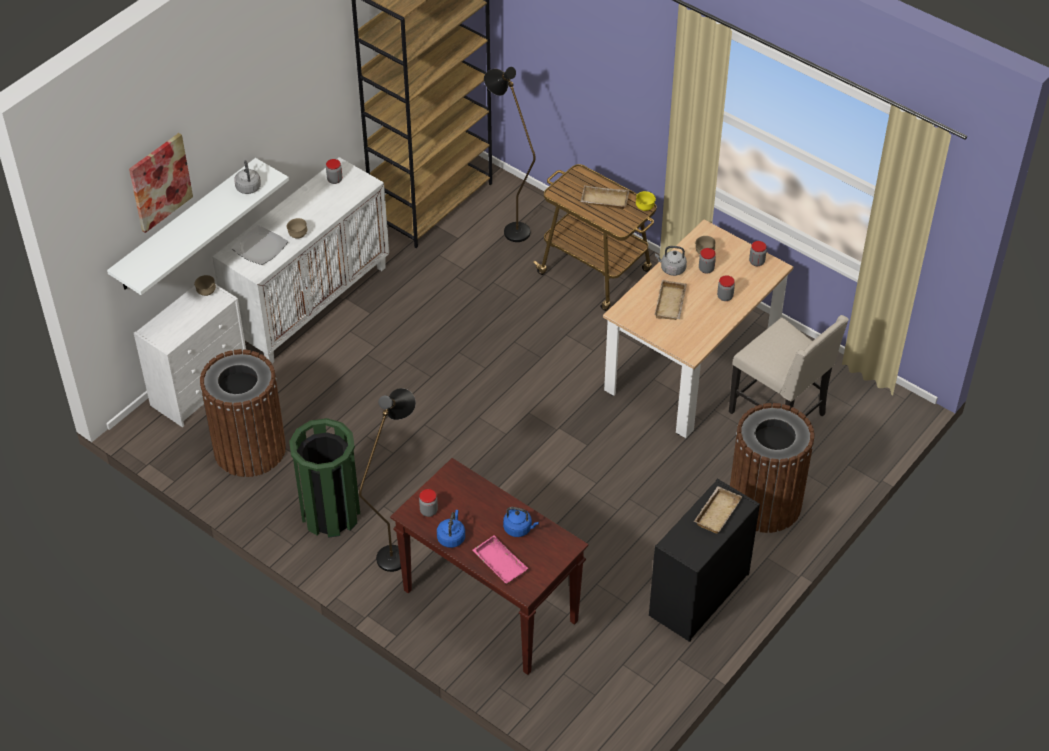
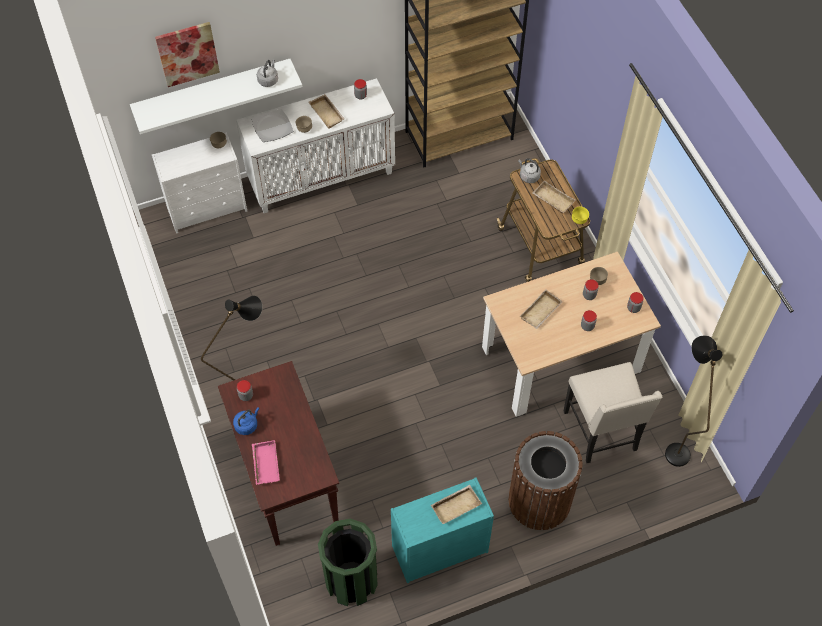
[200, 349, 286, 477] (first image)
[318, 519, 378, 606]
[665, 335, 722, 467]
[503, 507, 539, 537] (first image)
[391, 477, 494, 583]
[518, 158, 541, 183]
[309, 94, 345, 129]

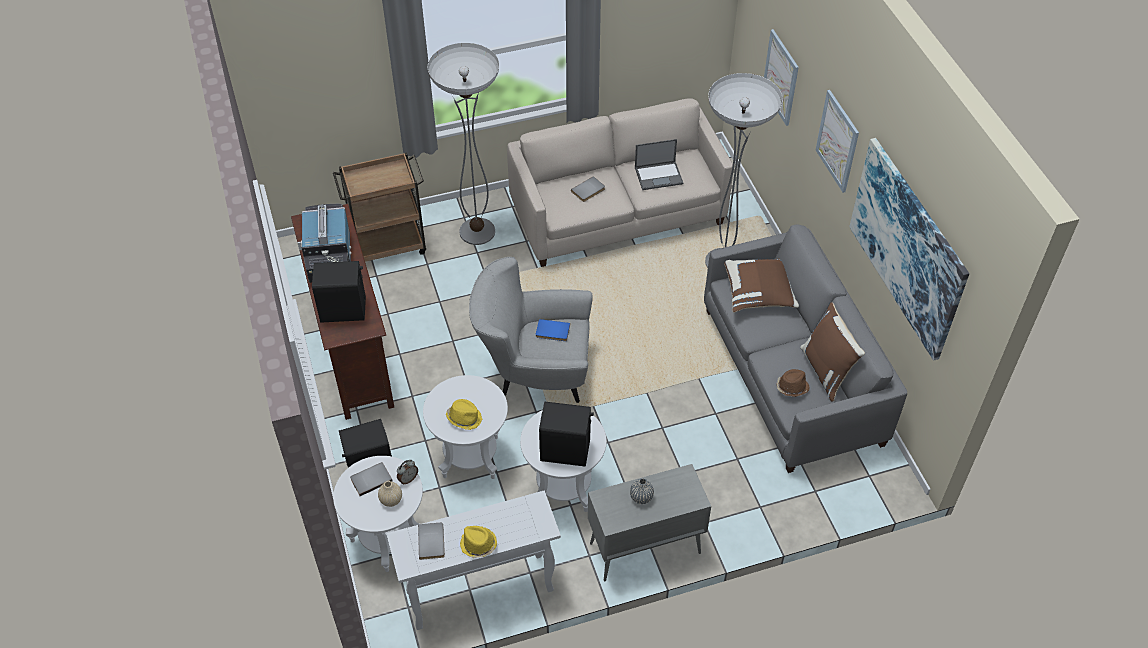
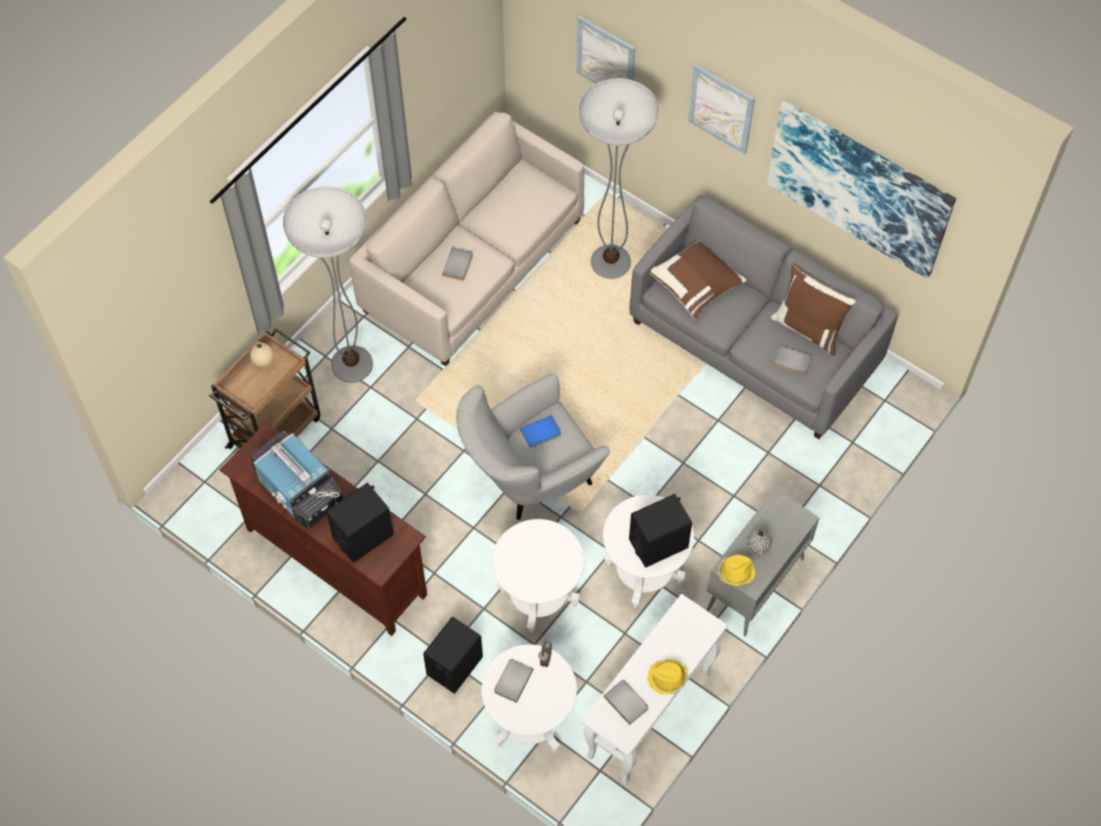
[250, 342, 274, 367]
[718, 555, 755, 586]
[635, 139, 683, 190] (first image)
[773, 346, 813, 375]

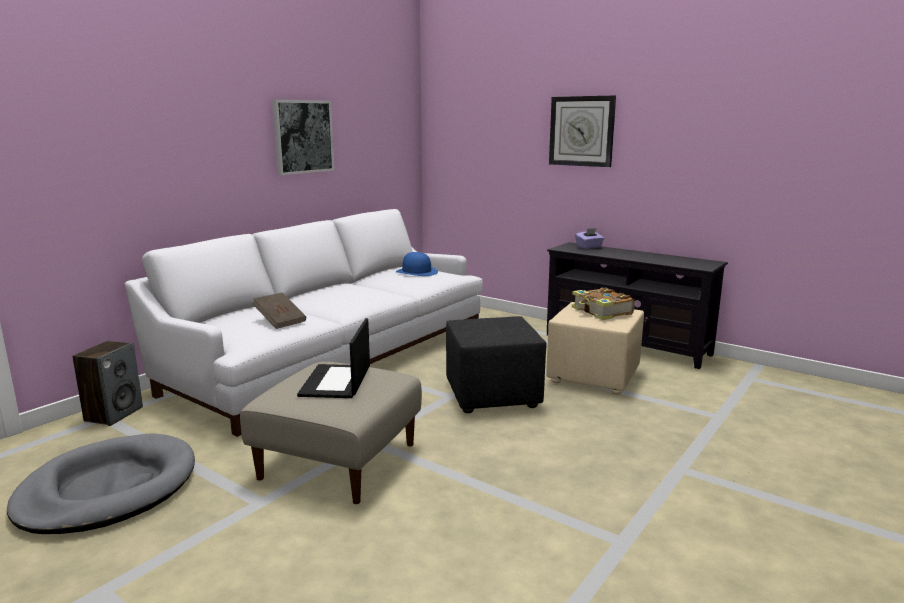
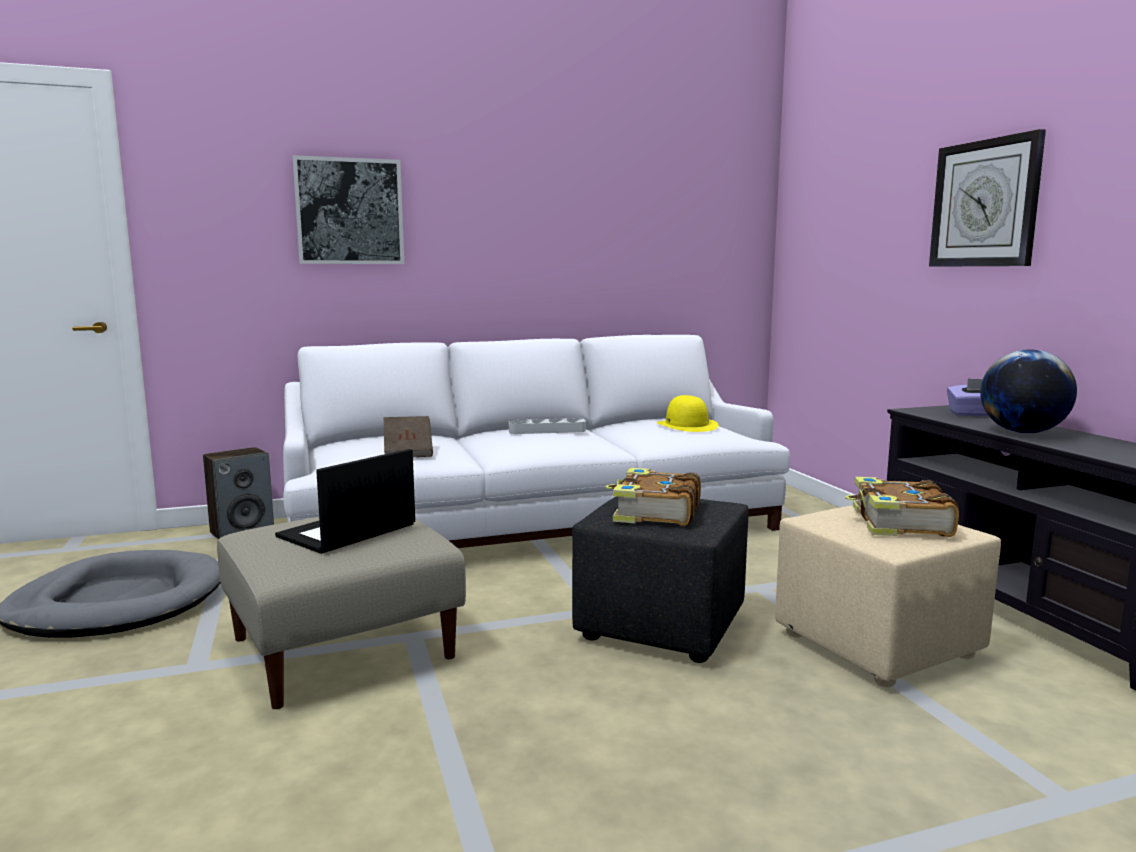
[293, 155, 404, 264]
[656, 395, 719, 432]
[509, 418, 586, 434]
[606, 468, 701, 526]
[980, 349, 1077, 434]

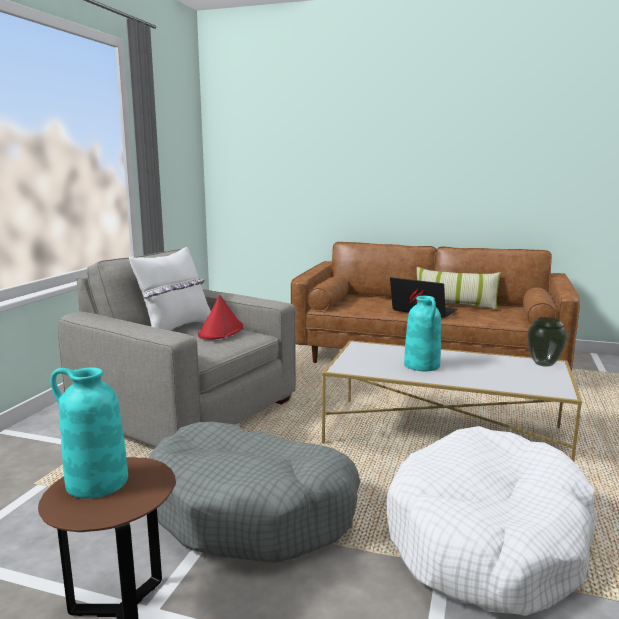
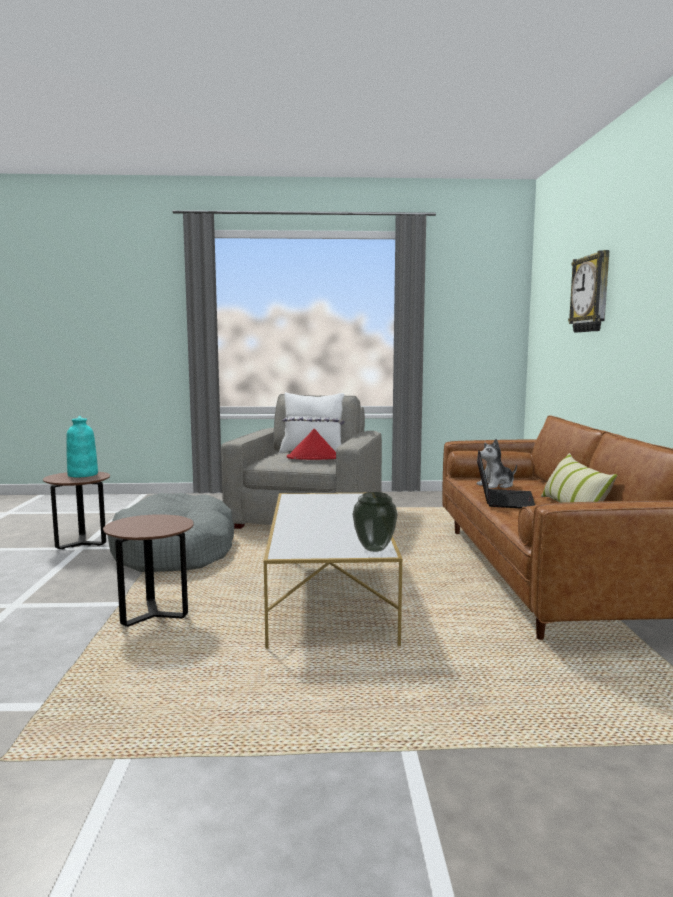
[103, 514, 193, 627]
[404, 296, 441, 371] (first image)
[477, 439, 517, 489]
[568, 250, 610, 333]

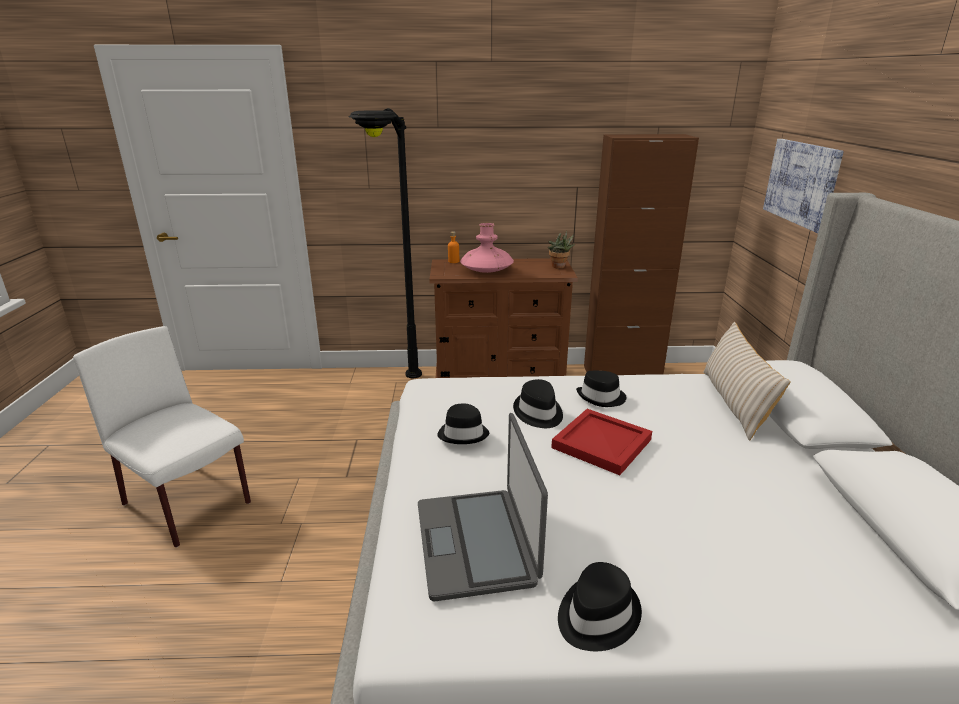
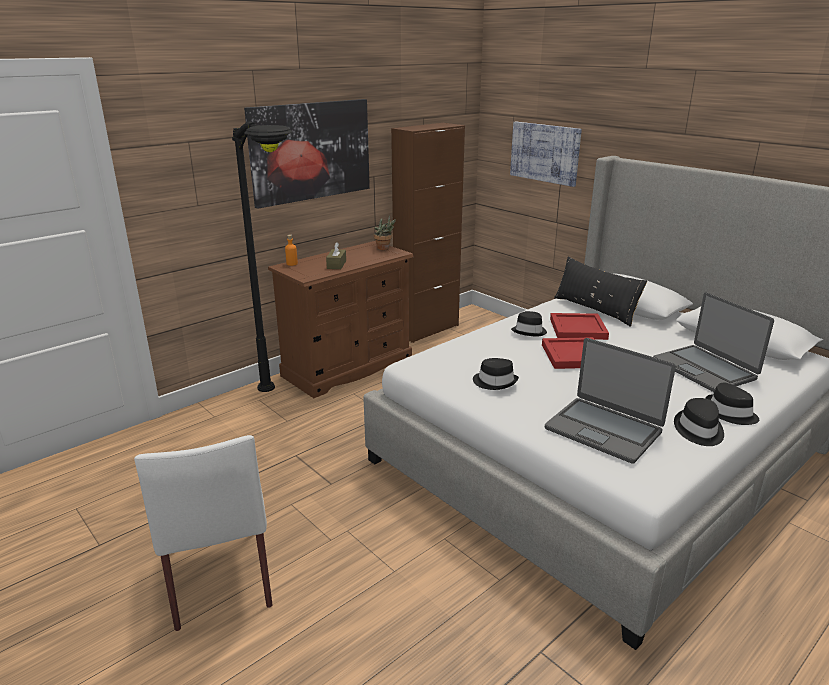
[134, 435, 272, 631]
[326, 242, 346, 269]
[705, 383, 759, 425]
[554, 257, 647, 327]
[244, 99, 370, 209]
[550, 313, 609, 340]
[653, 292, 774, 392]

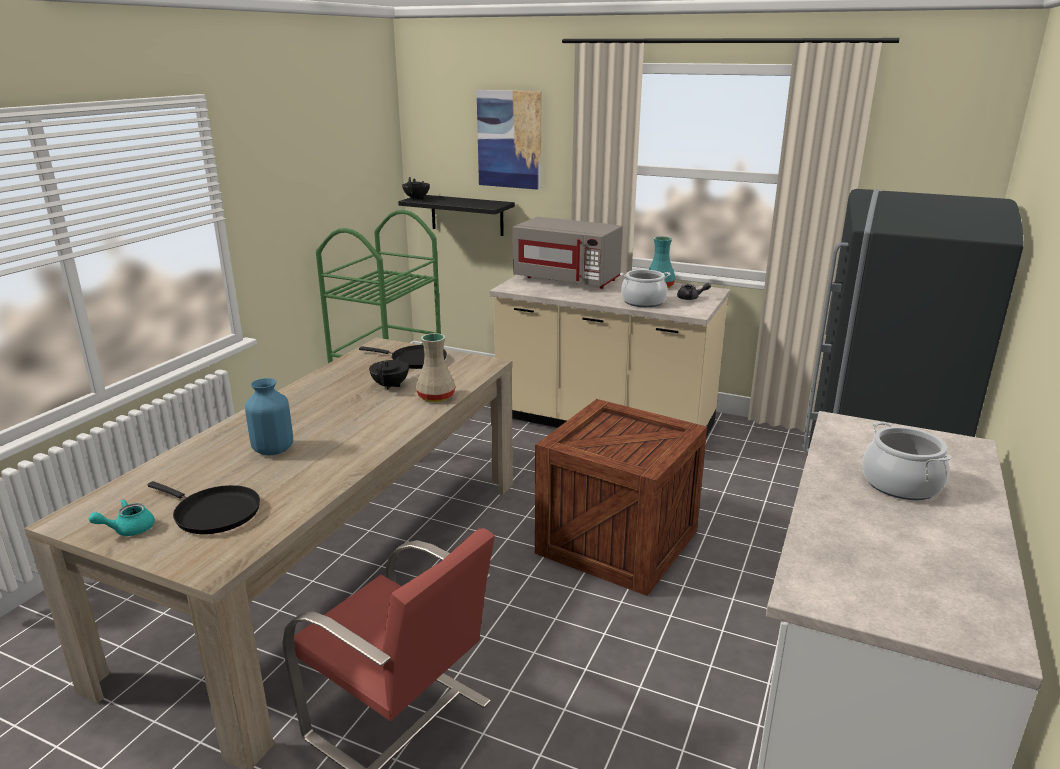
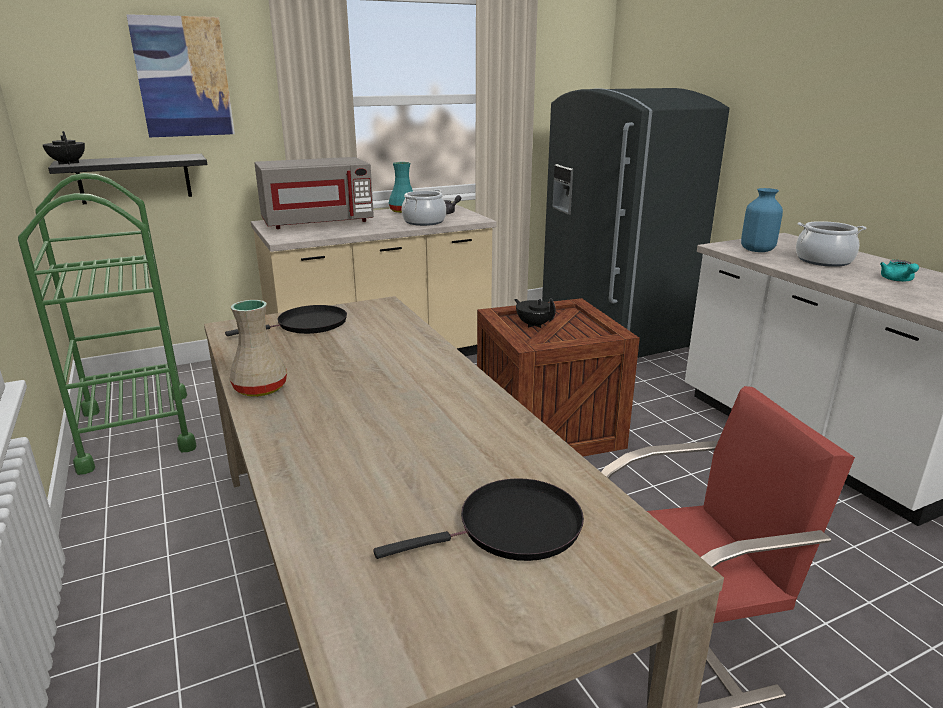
[880, 260, 919, 282]
[741, 188, 783, 252]
[514, 298, 556, 328]
[230, 300, 287, 397]

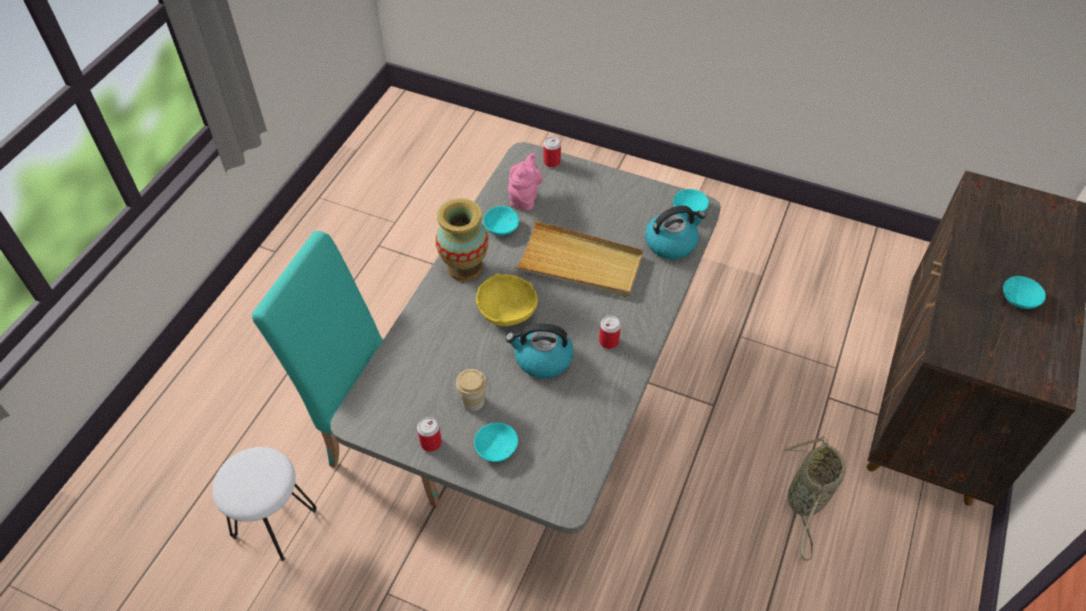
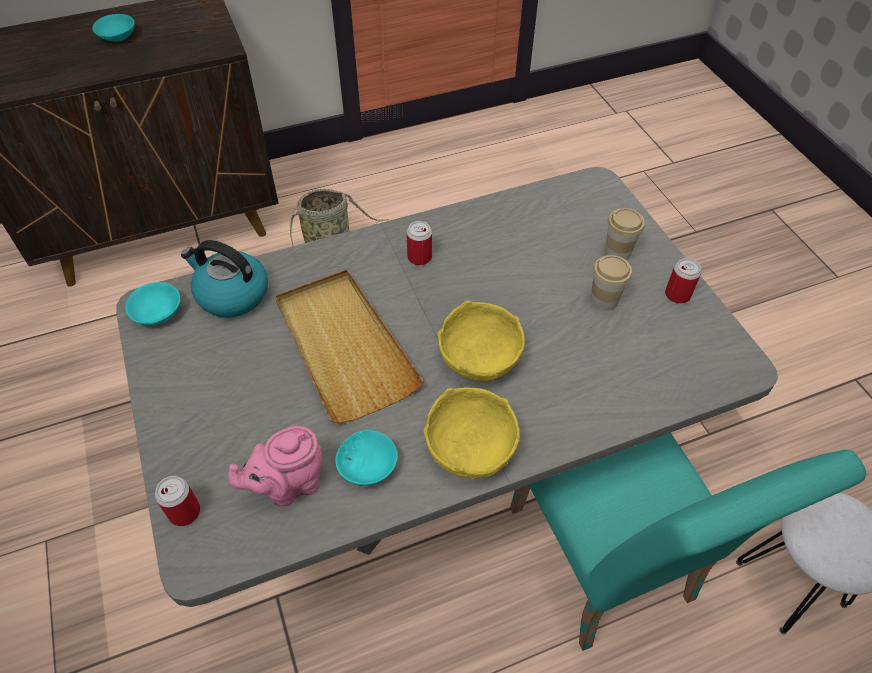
[423, 388, 519, 479]
[605, 208, 645, 261]
[506, 323, 573, 379] (first image)

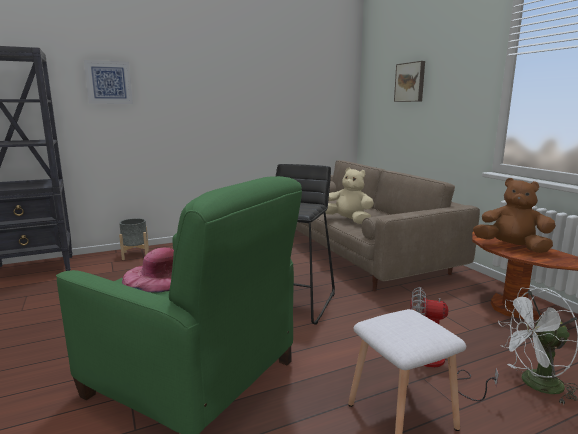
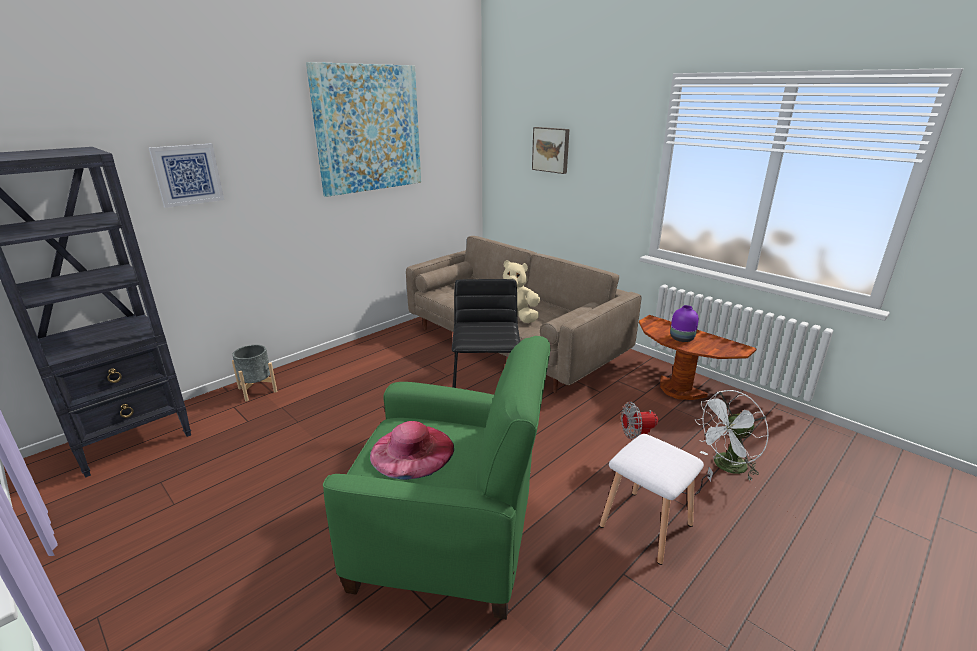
[670, 305, 699, 342]
[306, 62, 421, 197]

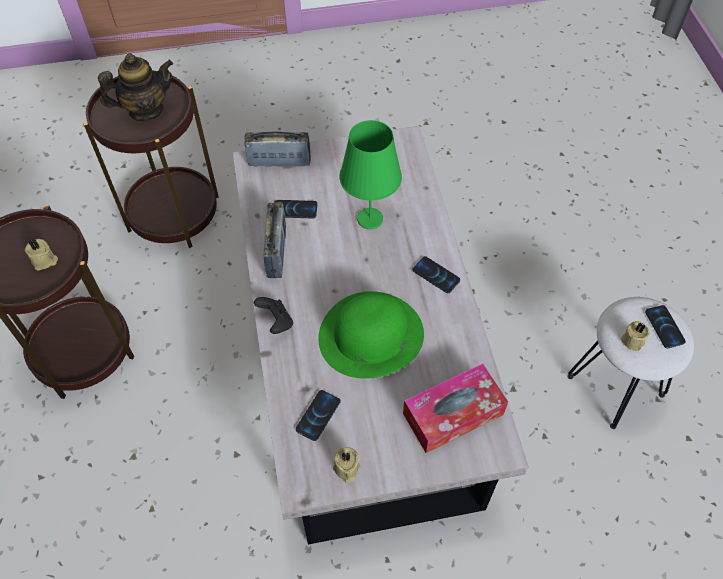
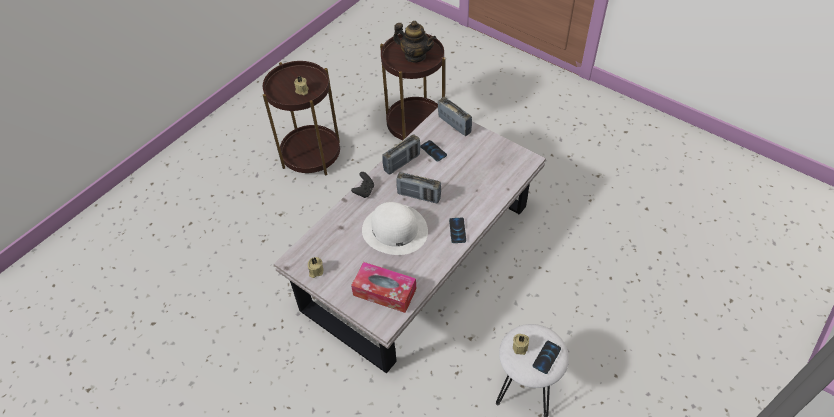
[296, 390, 341, 441] (first image)
[362, 202, 428, 255]
[340, 120, 402, 229] (first image)
[397, 172, 441, 204]

